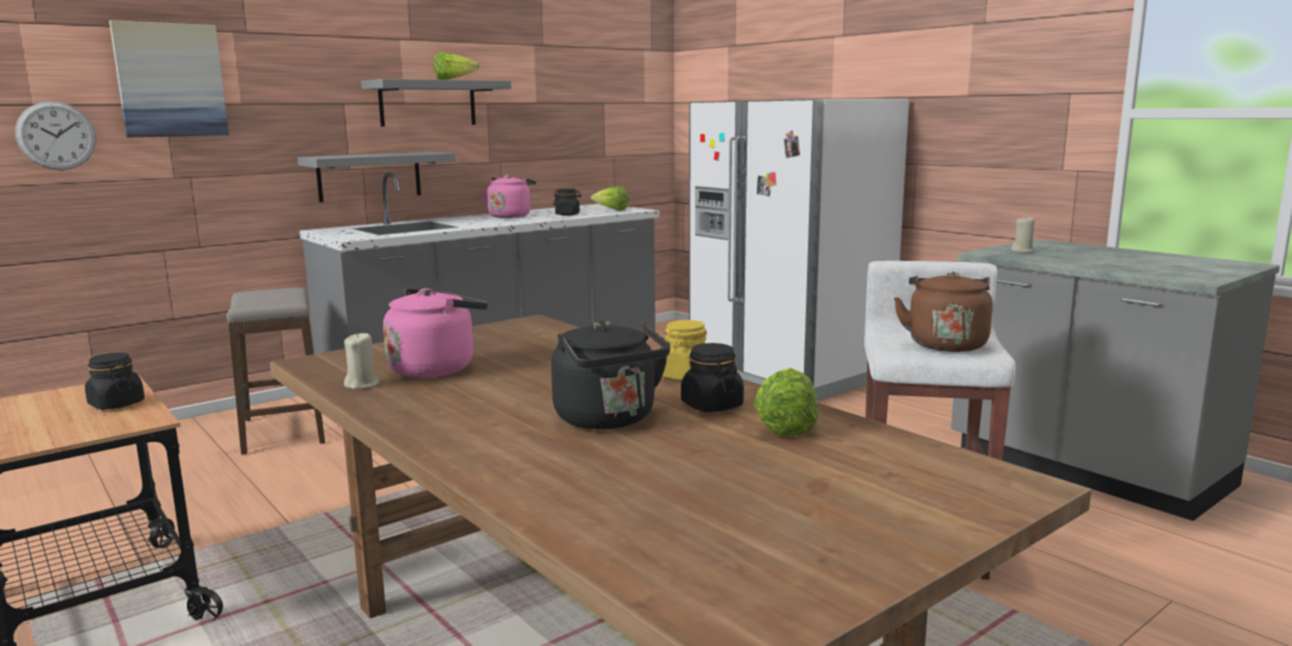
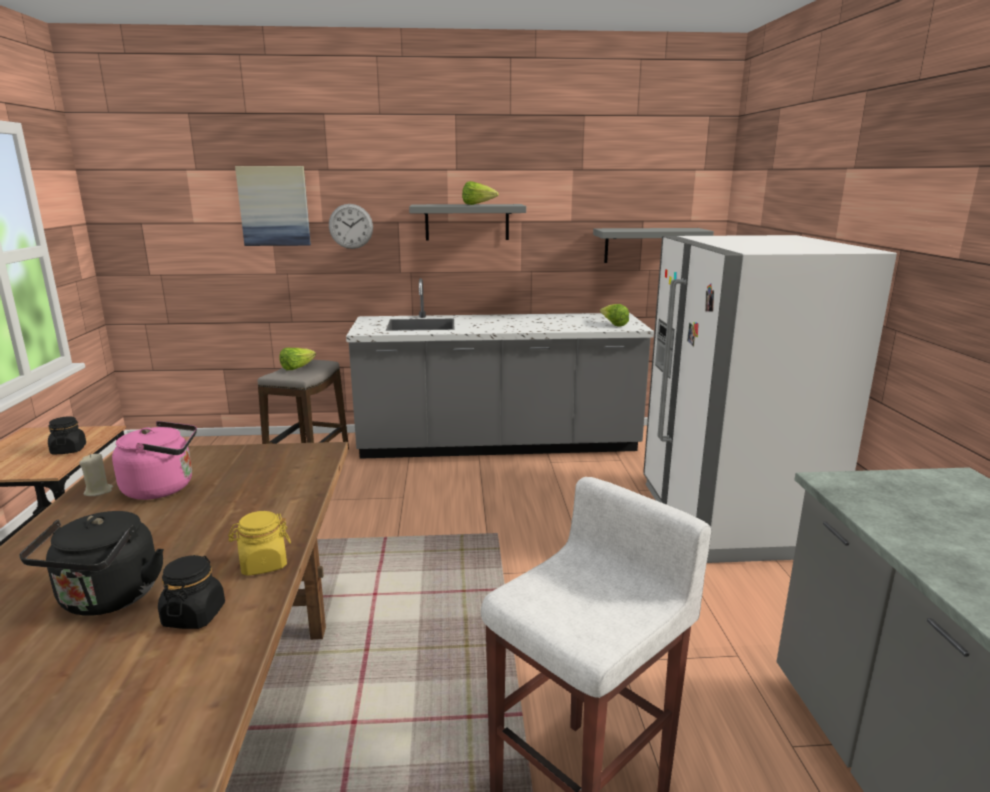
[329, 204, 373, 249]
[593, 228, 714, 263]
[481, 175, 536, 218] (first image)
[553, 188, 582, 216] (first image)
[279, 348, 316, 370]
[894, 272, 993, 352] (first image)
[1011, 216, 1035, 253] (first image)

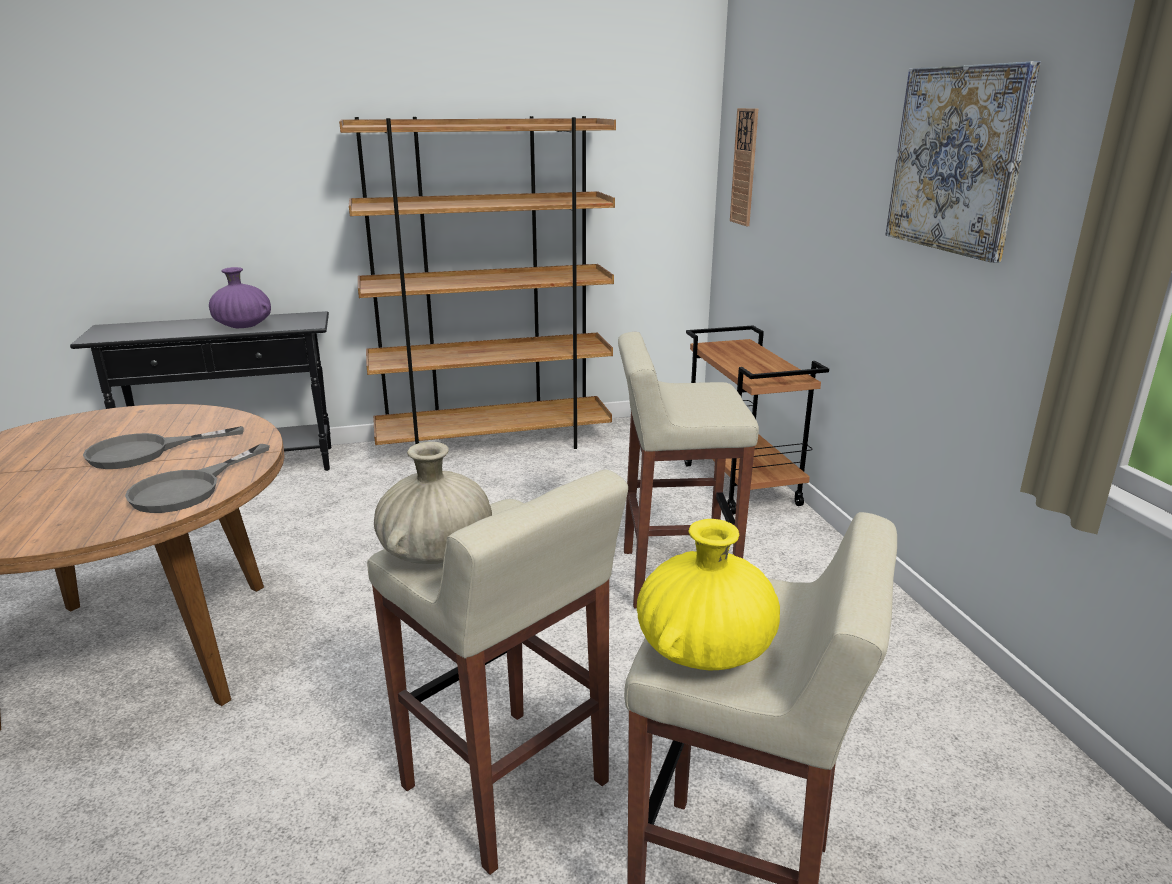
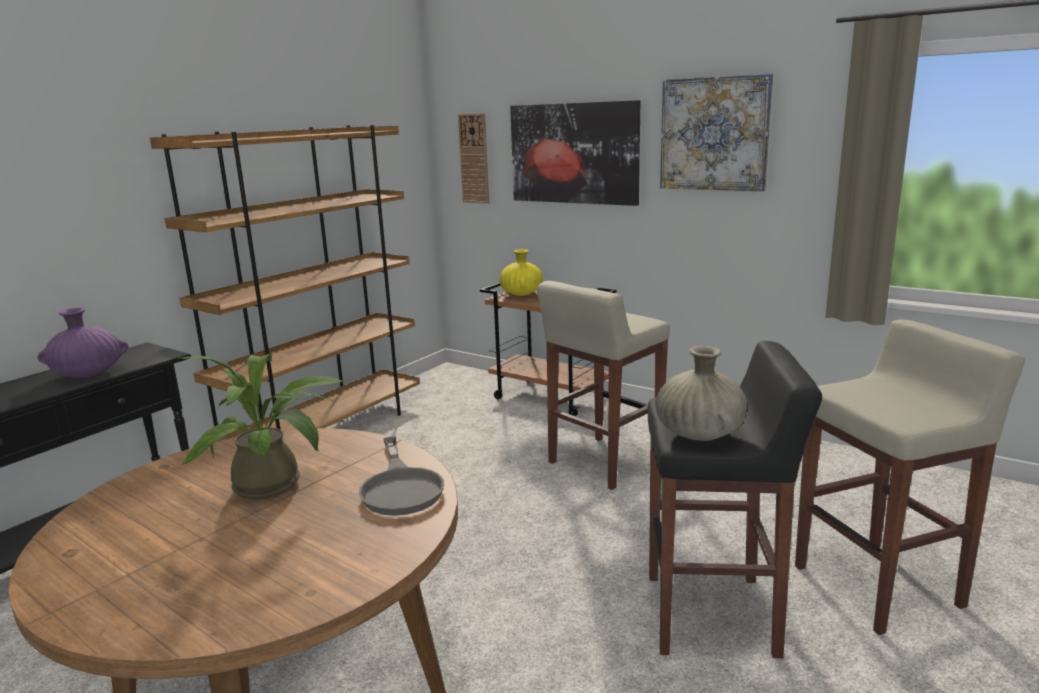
[178, 354, 345, 500]
[648, 341, 822, 659]
[499, 249, 543, 296]
[510, 100, 640, 206]

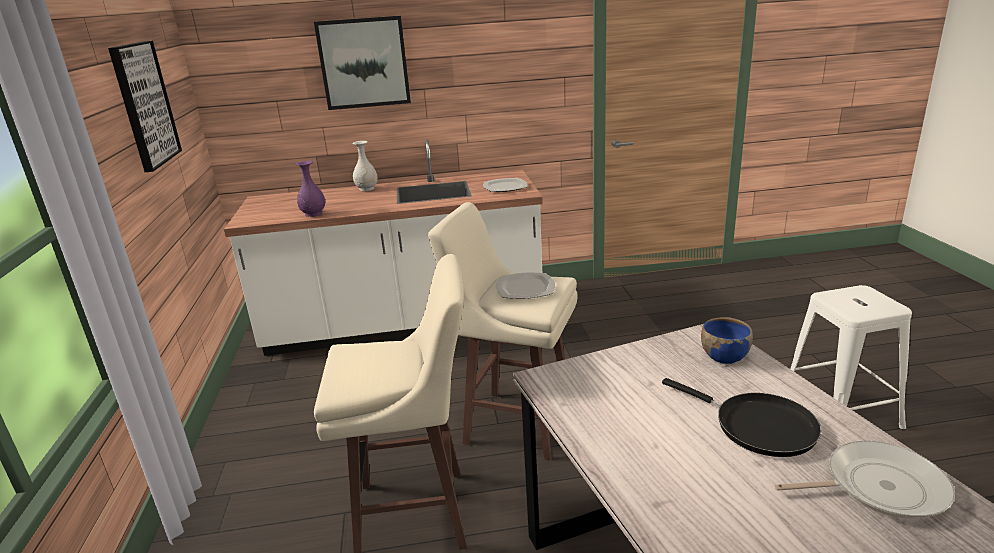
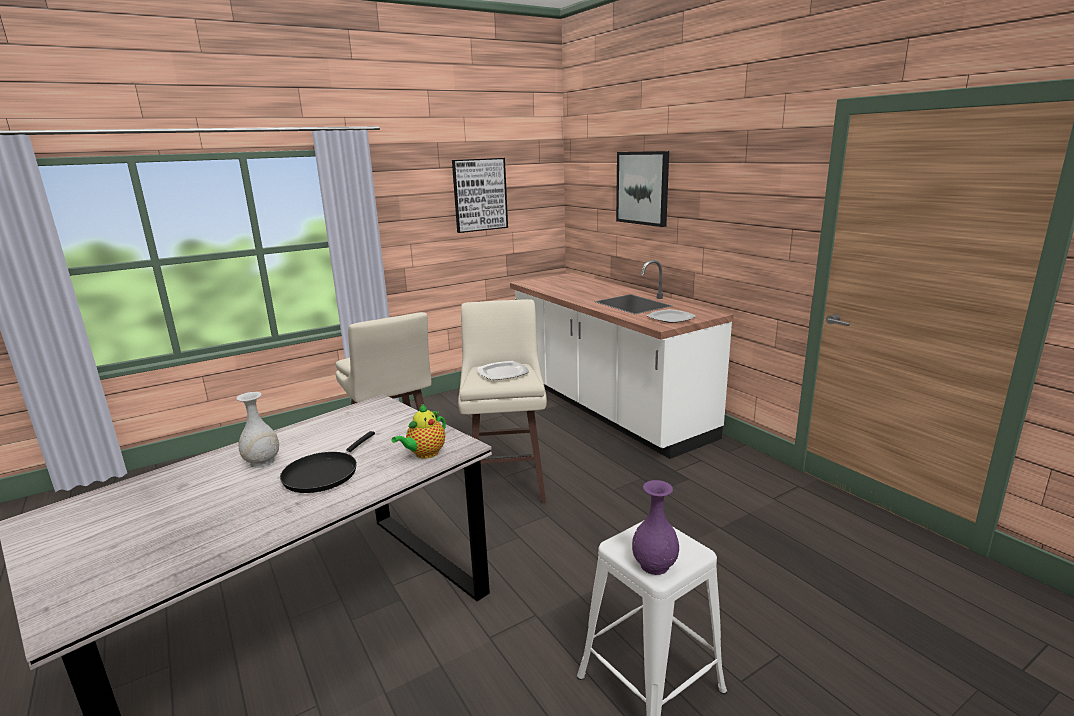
[632, 480, 679, 575]
[236, 392, 279, 468]
[391, 404, 446, 459]
[774, 441, 955, 519] (first image)

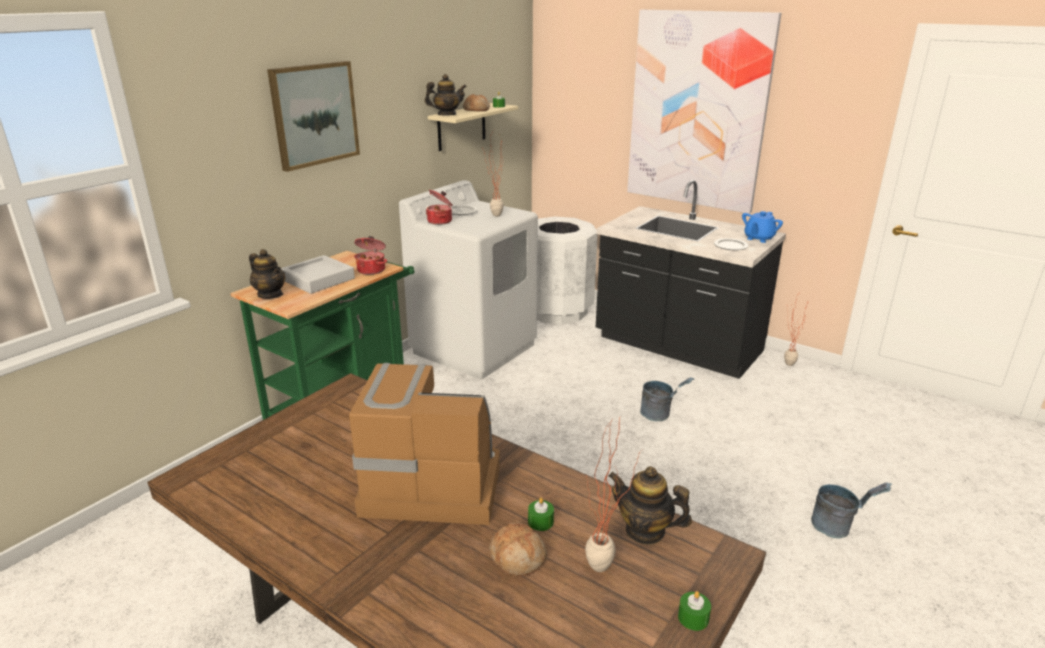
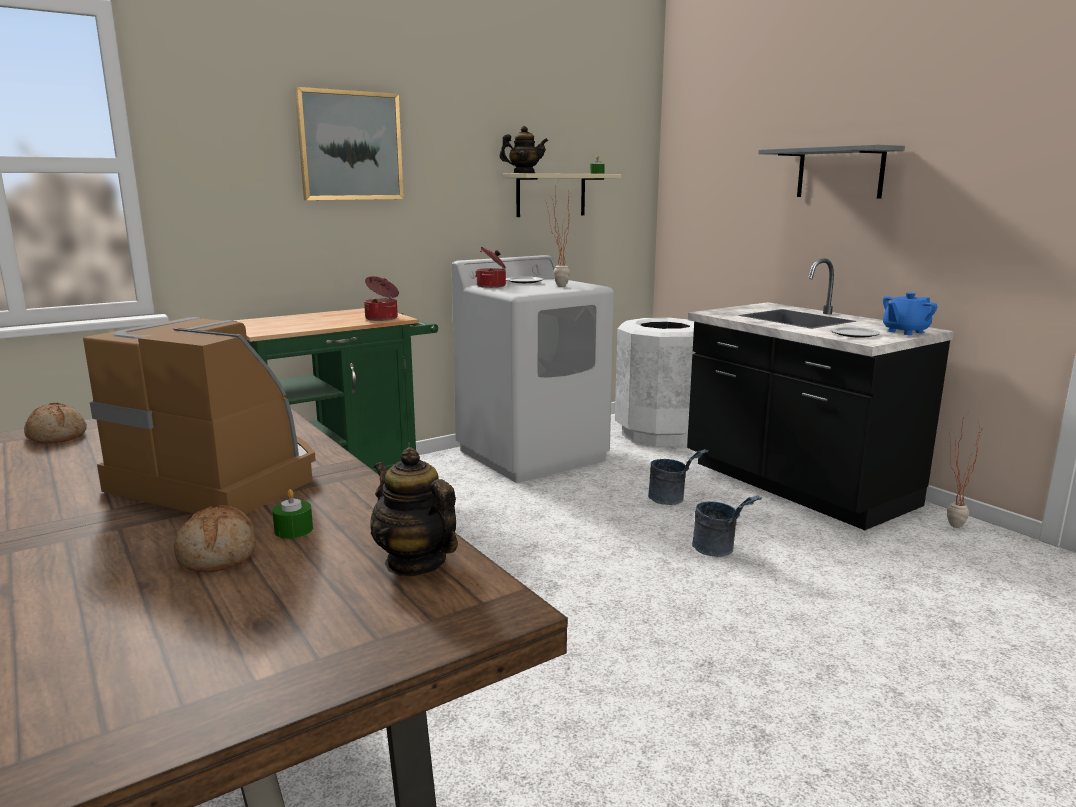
[249, 249, 285, 299] (first image)
[281, 255, 355, 294] (first image)
[24, 403, 87, 443]
[585, 417, 642, 572] (first image)
[758, 144, 905, 198]
[678, 591, 711, 631] (first image)
[648, 449, 708, 505]

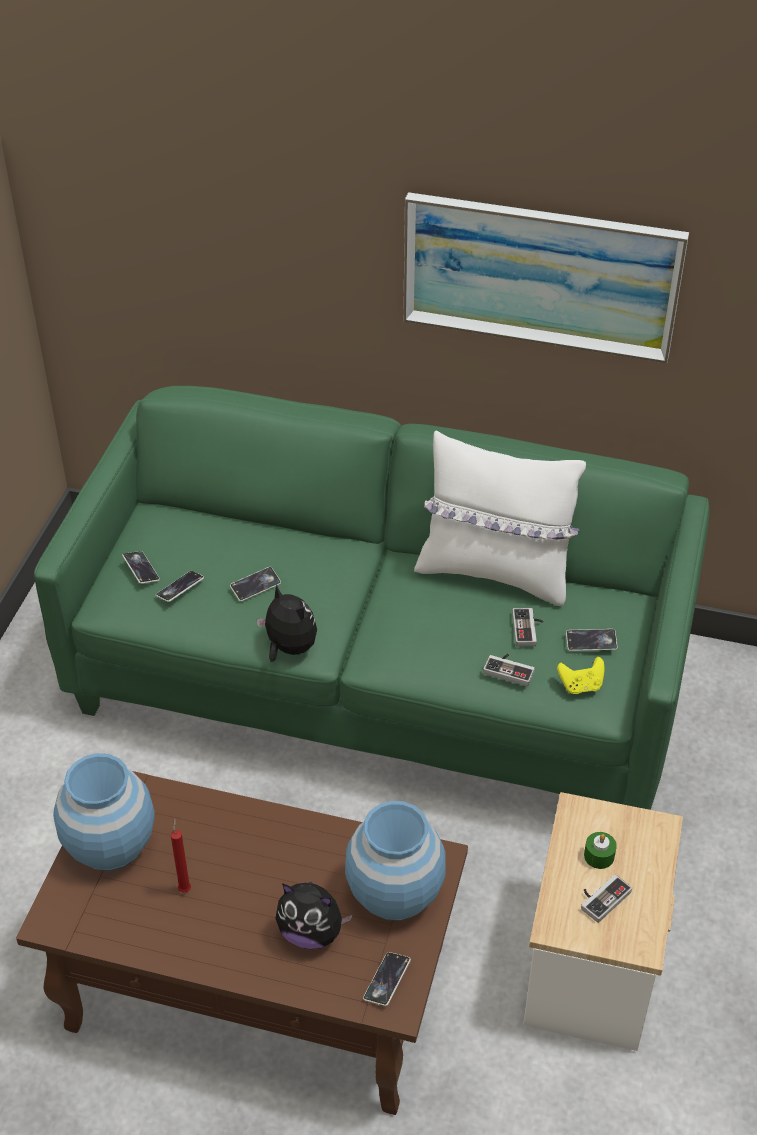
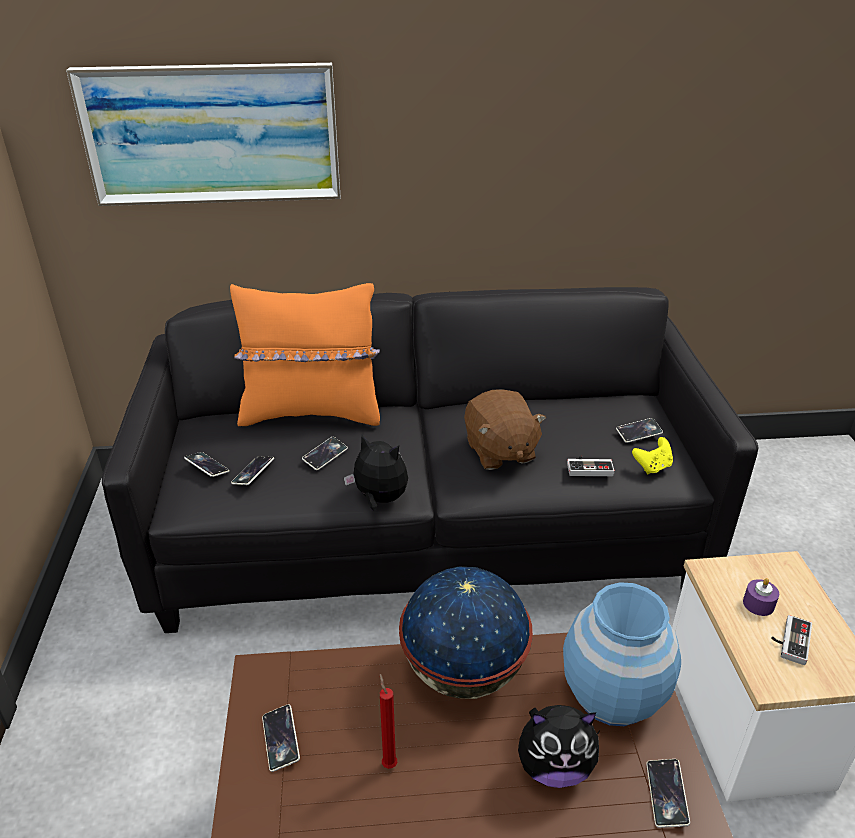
[102, 287, 759, 633]
[262, 704, 300, 772]
[66, 63, 340, 206]
[414, 430, 586, 606] (first image)
[512, 608, 543, 646] (first image)
[743, 578, 779, 616]
[230, 283, 380, 426]
[399, 567, 533, 699]
[464, 389, 546, 470]

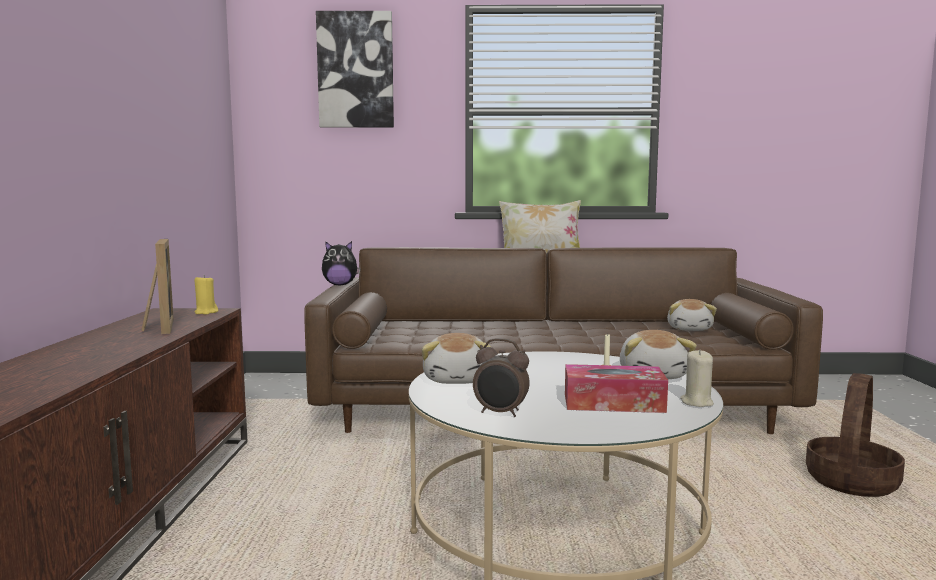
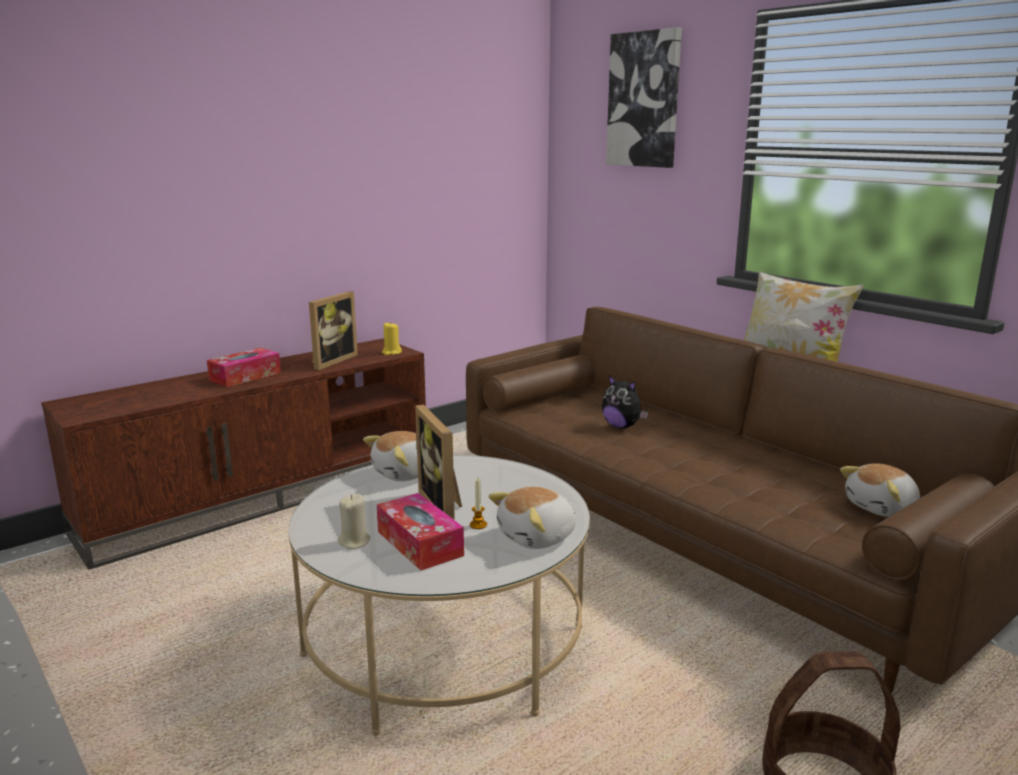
[602, 375, 648, 429]
[473, 338, 530, 417] (first image)
[338, 494, 370, 549]
[207, 348, 281, 387]
[415, 405, 462, 520]

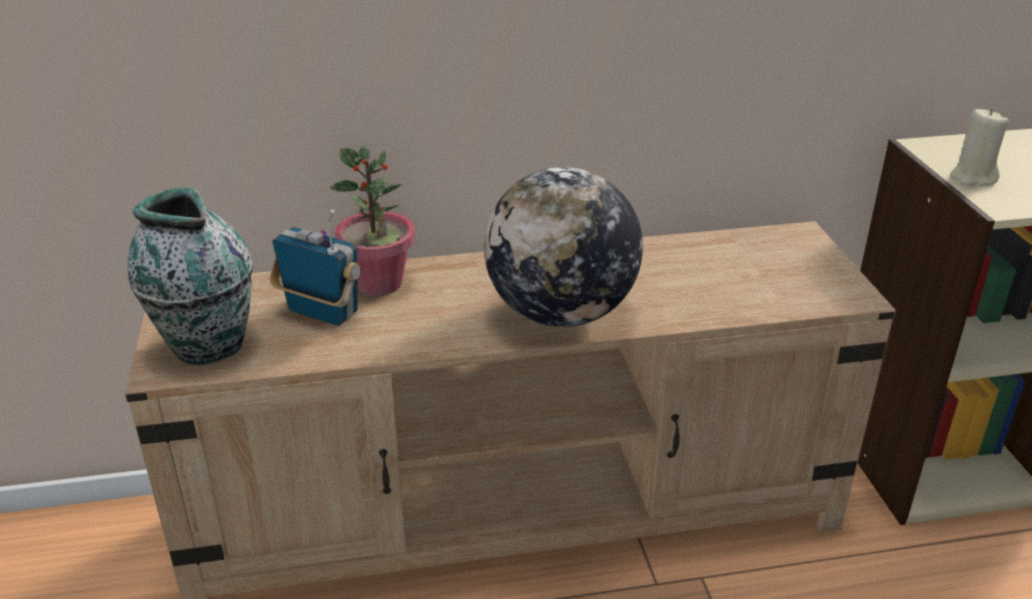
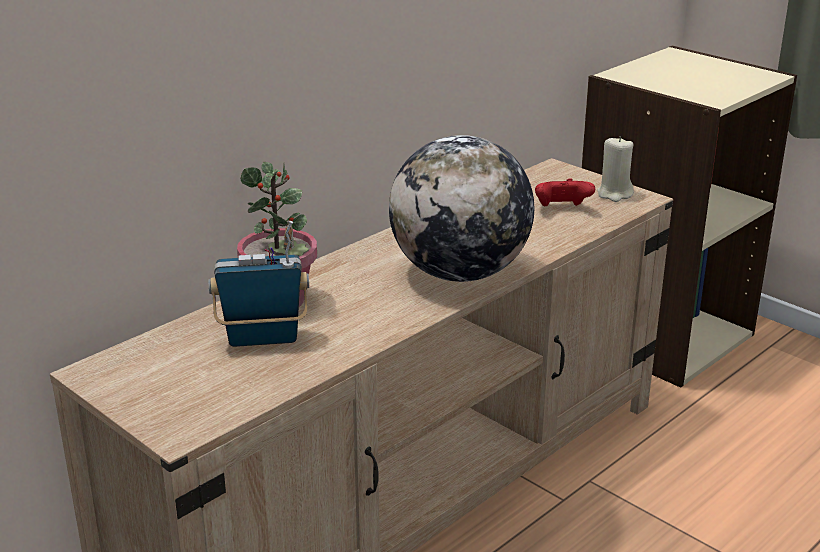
[127, 187, 253, 365] (first image)
[597, 136, 634, 202]
[535, 179, 595, 206]

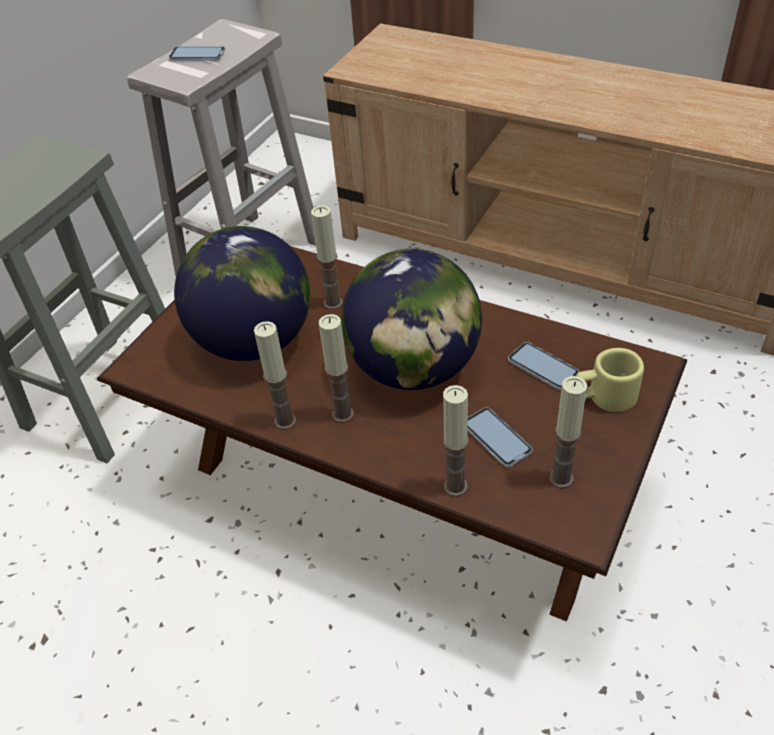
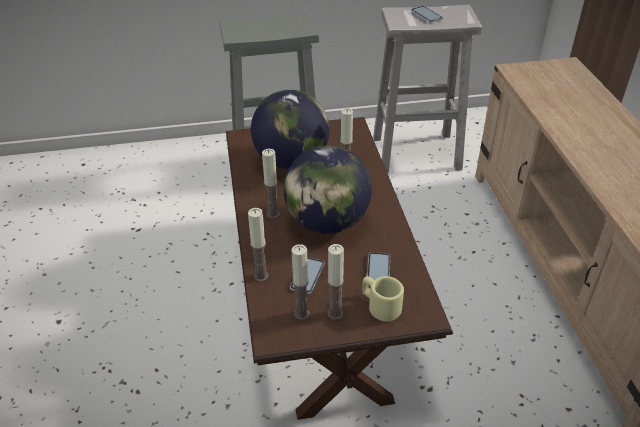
[327, 244, 344, 320]

